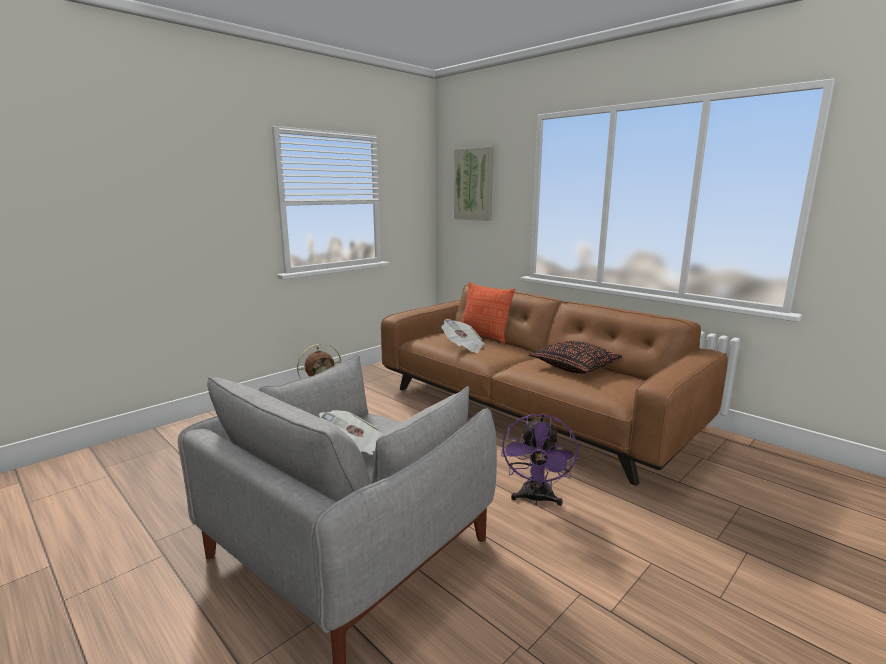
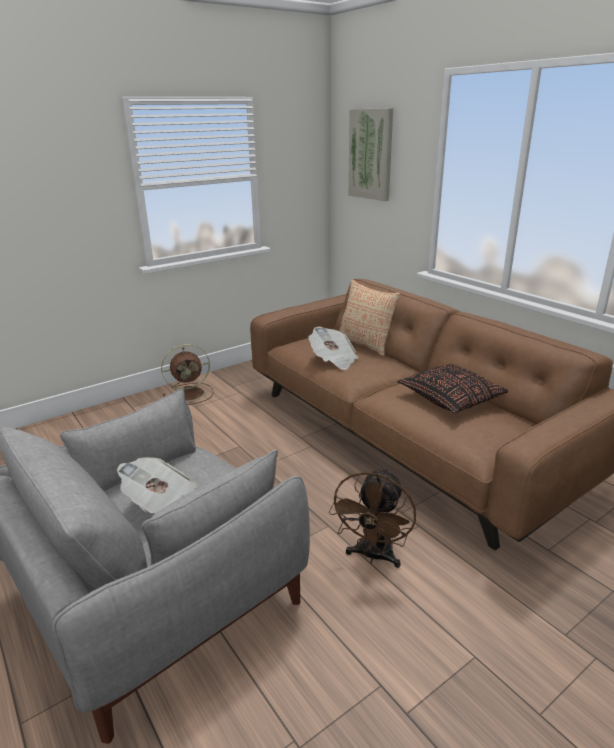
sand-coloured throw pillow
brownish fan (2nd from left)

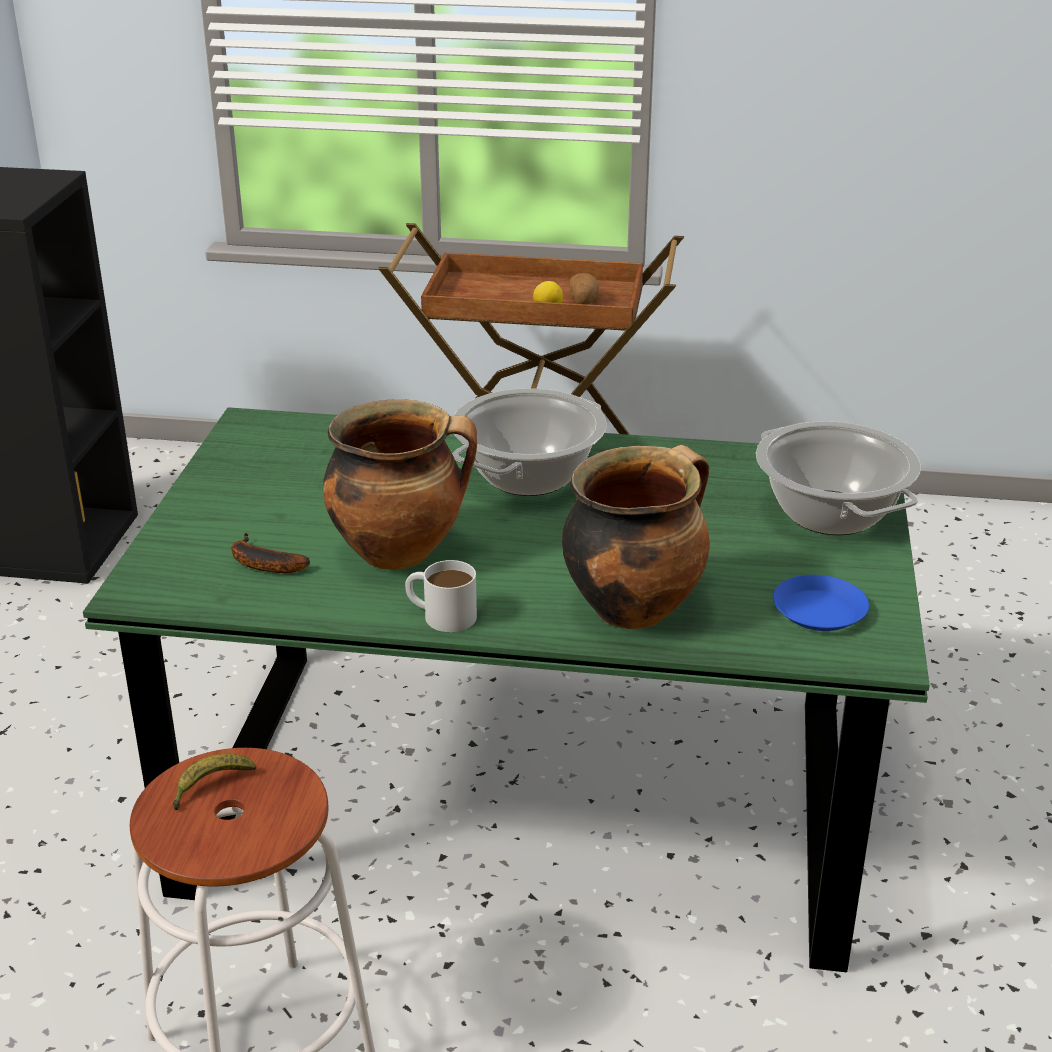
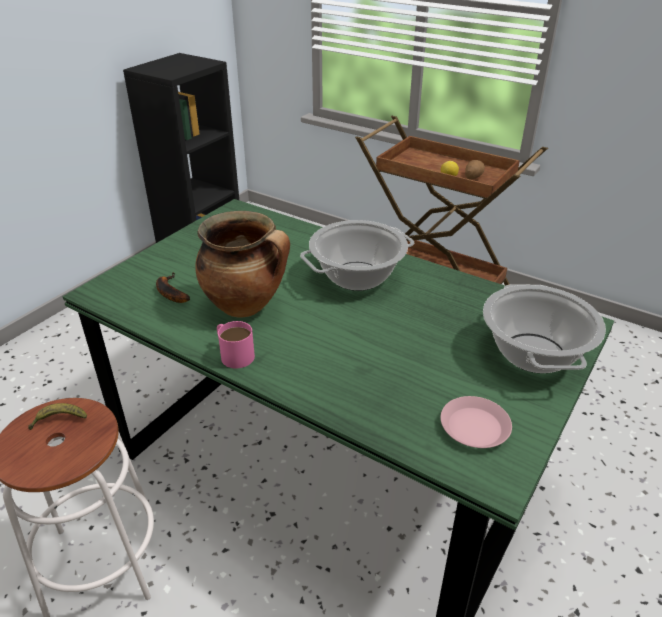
cooking pot (3rd from left in the first image)
pink-coloured coffee mug
pink-coloured flat dish

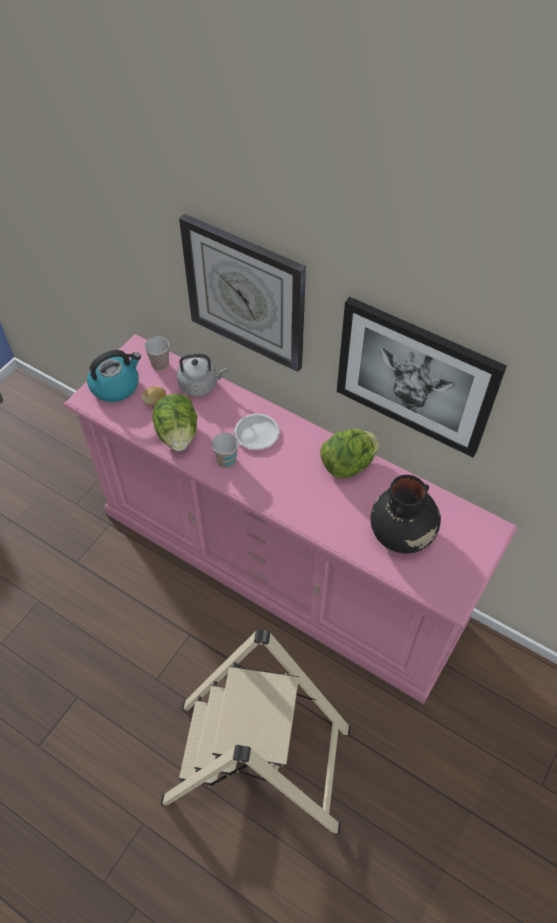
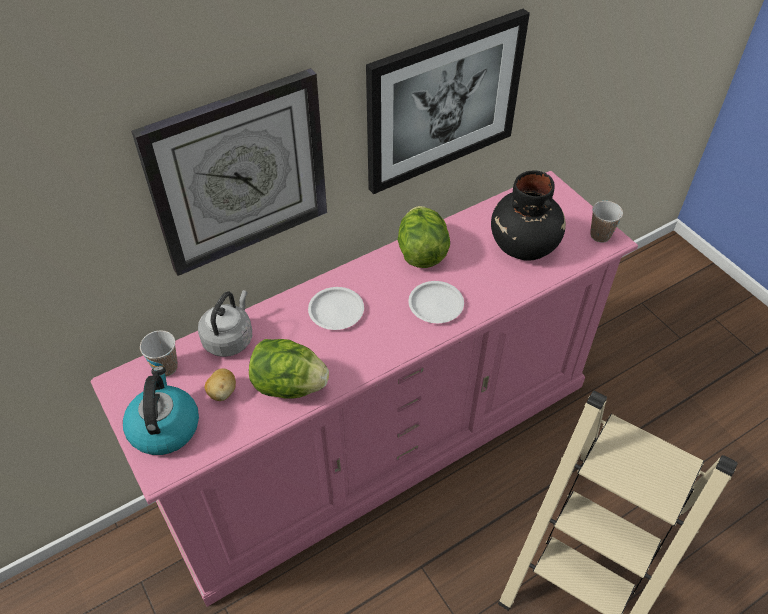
cup (2nd from left)
white-coloured flat dish (2nd from left)

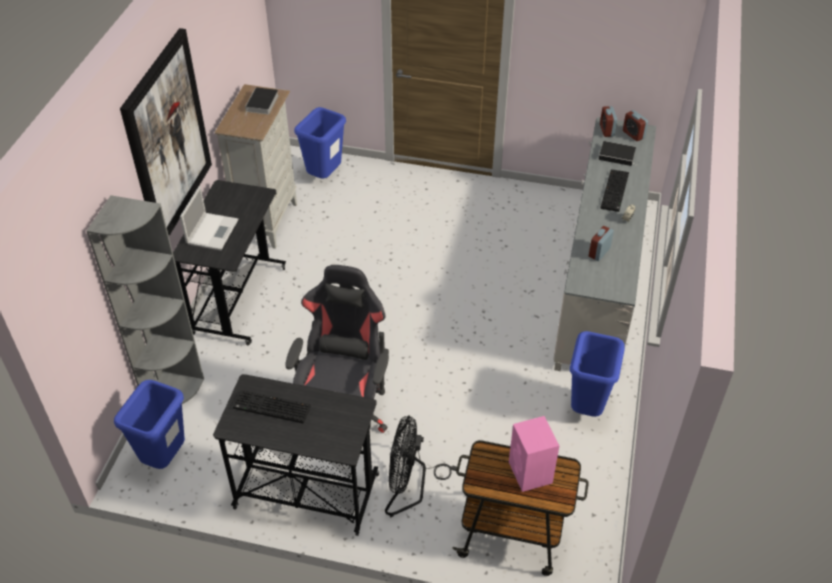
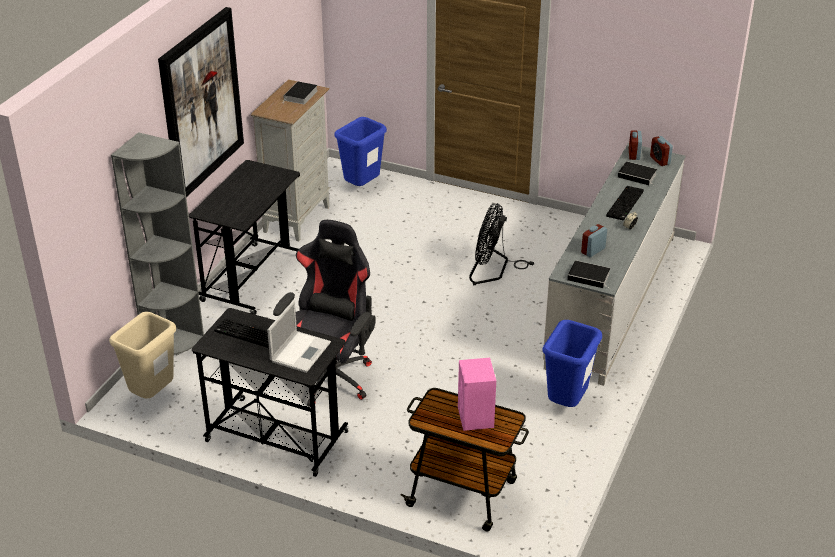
laptop
sand-coloured waste bin
blackish fan
bound book (2nd from left)

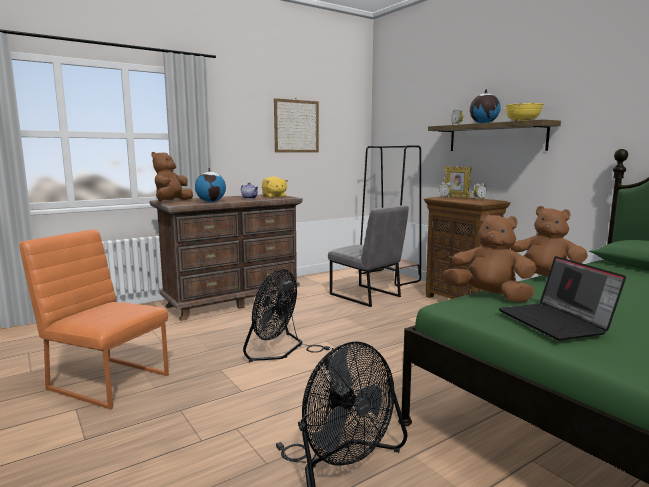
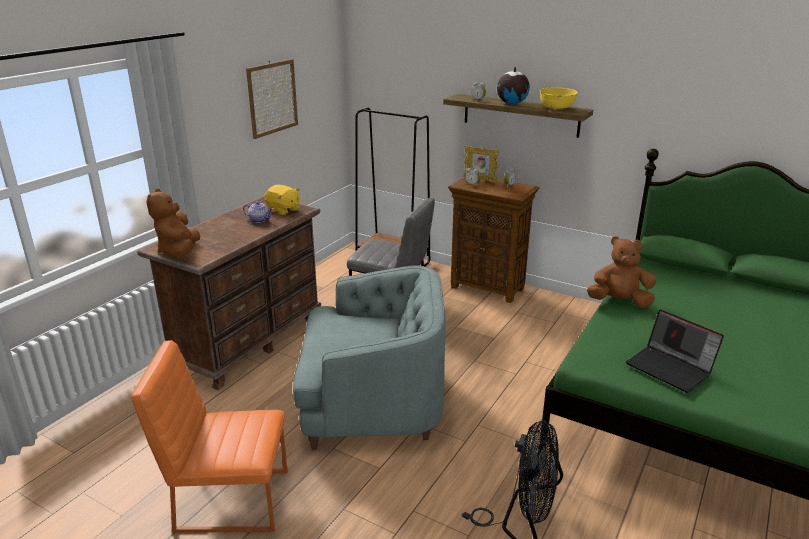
world globe (1st from left in the first image)
brownish plush toy (2nd from left in the first image)
grey easy chair

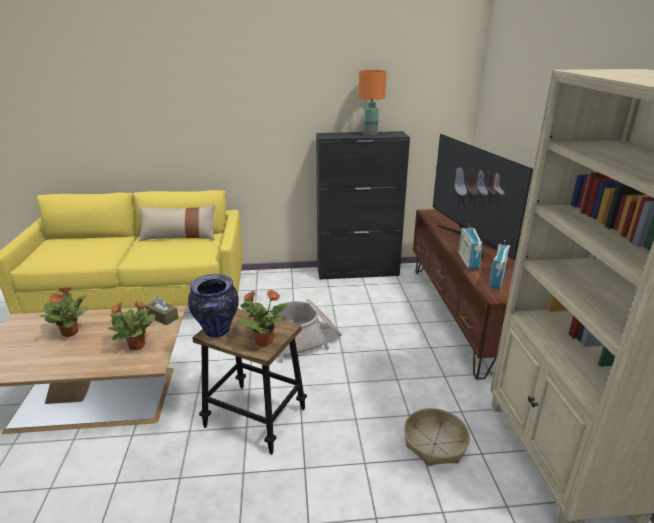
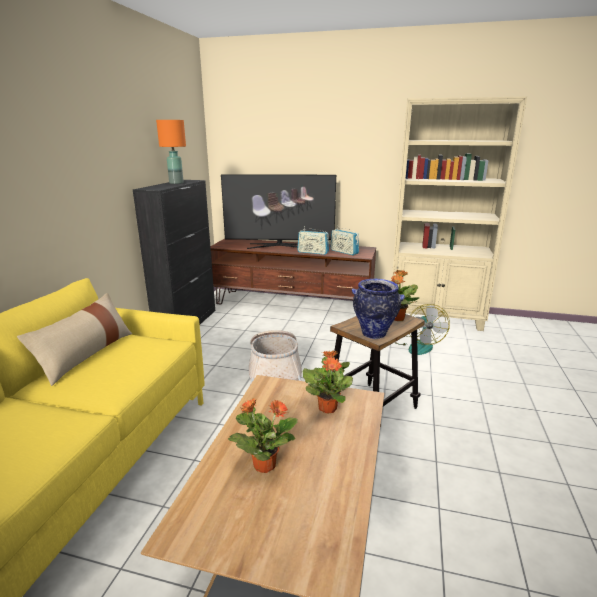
brownish box of tissues
fan

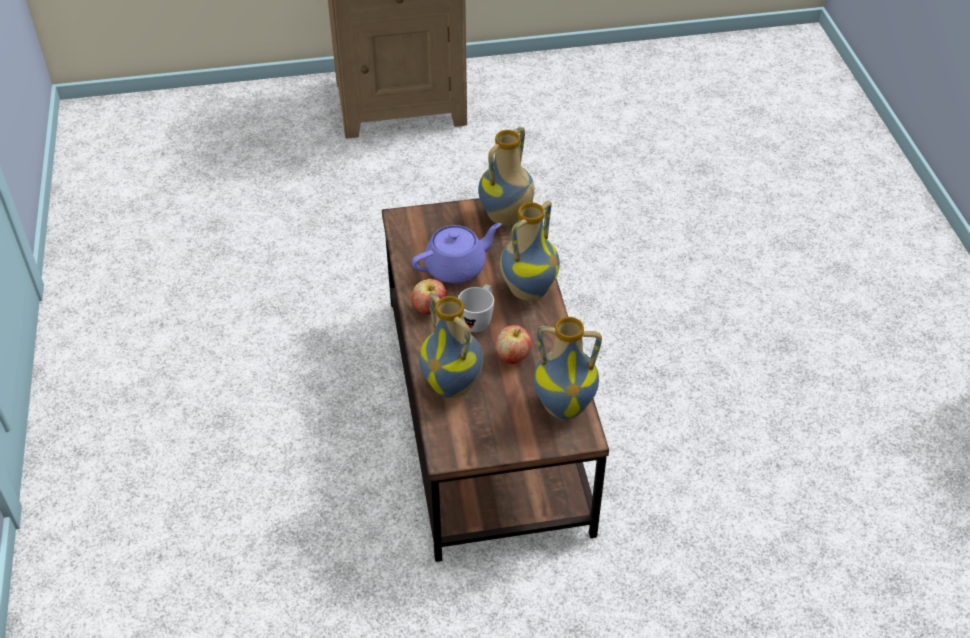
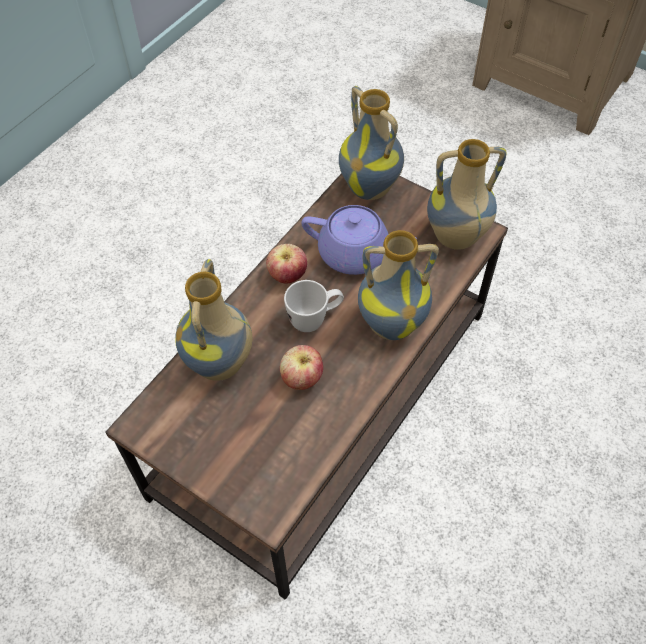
flower vase (2nd from left)

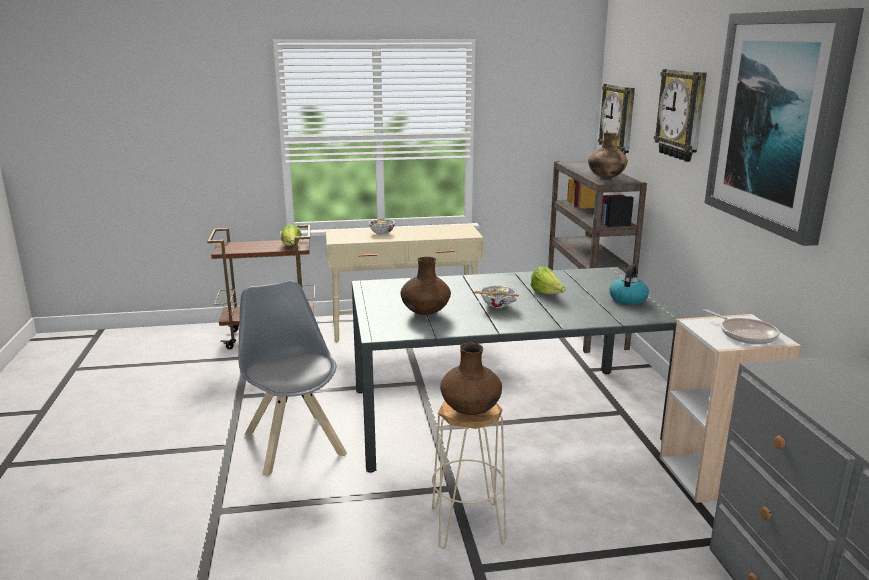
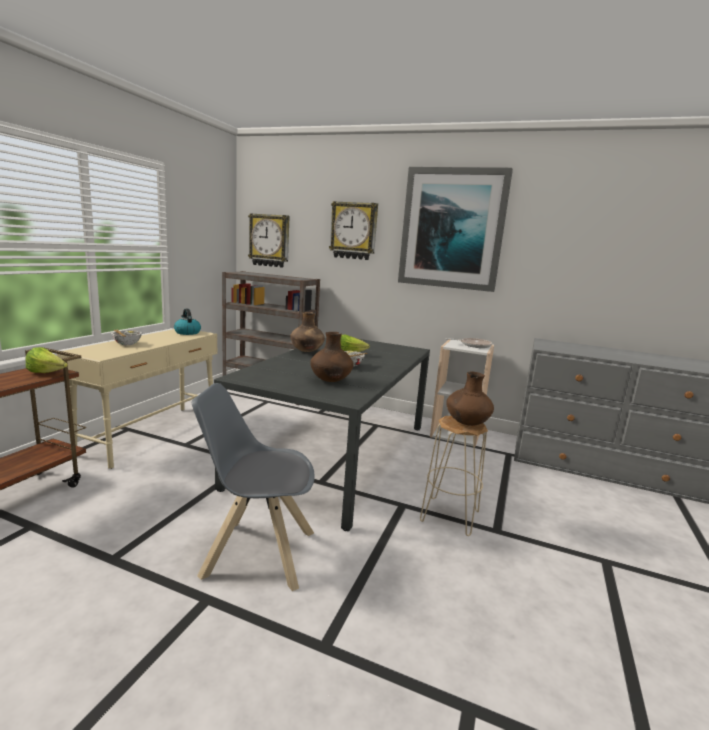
brownish flower vase (1st from left)
water kettle

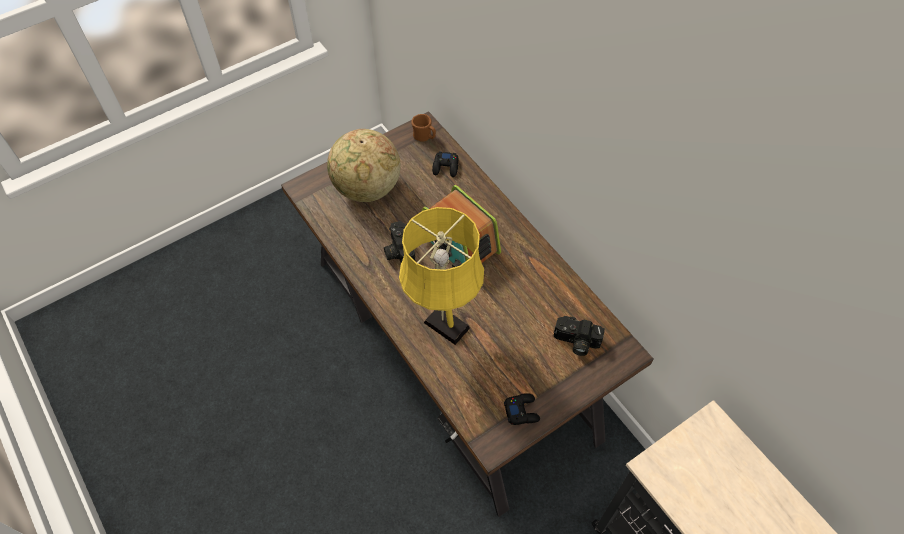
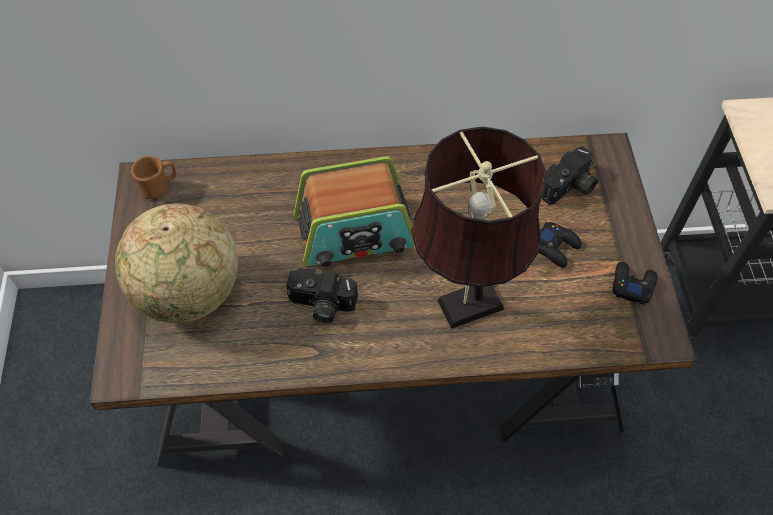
blackish gamepad (1st from left)
brownish table lamp

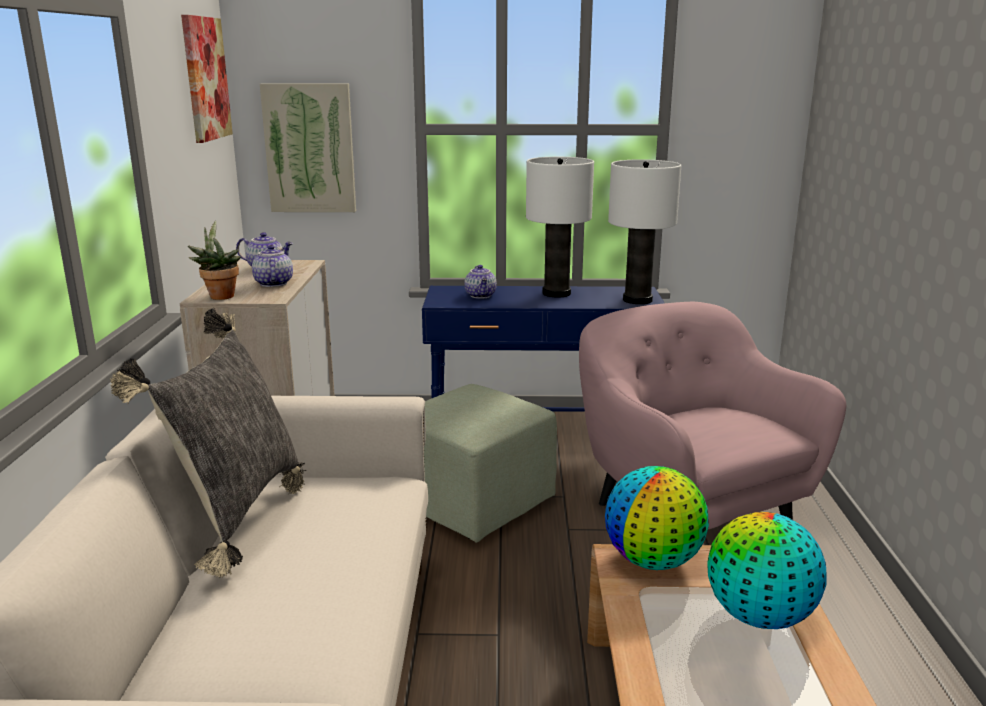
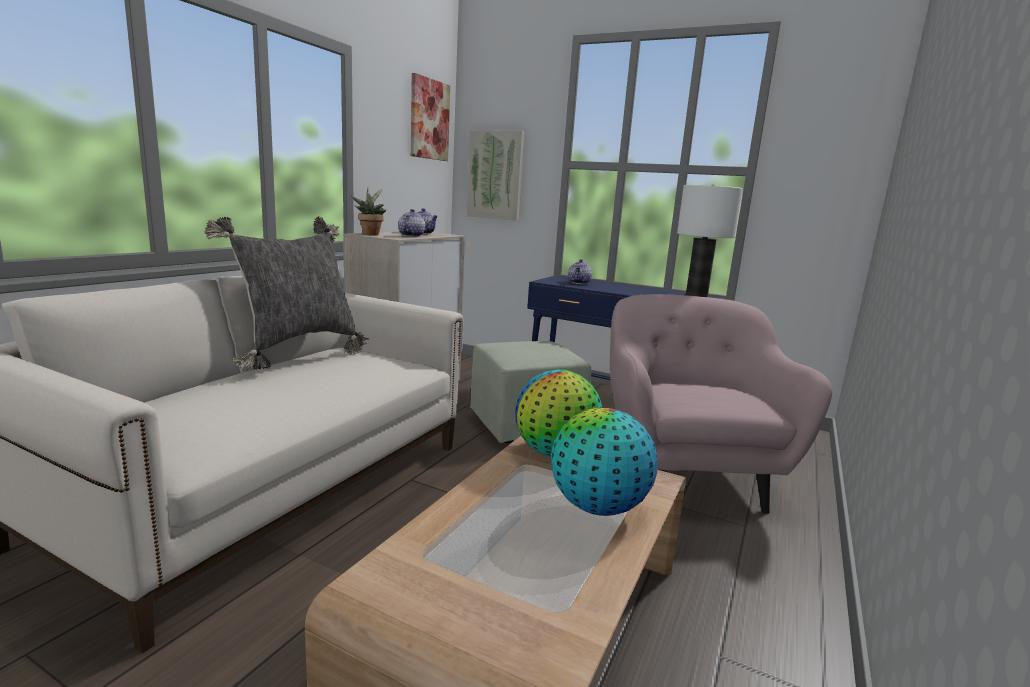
white-coloured table lamp (1st from left in the first image)

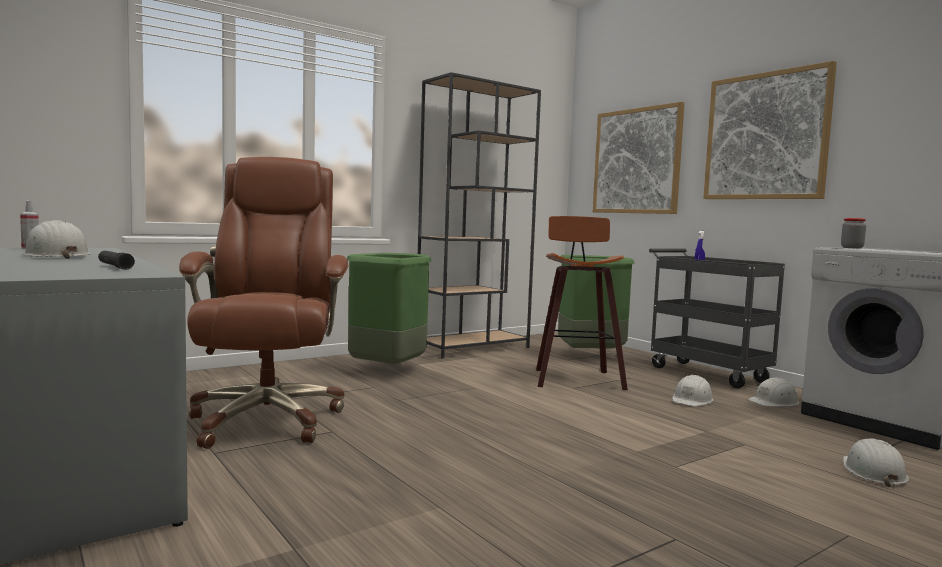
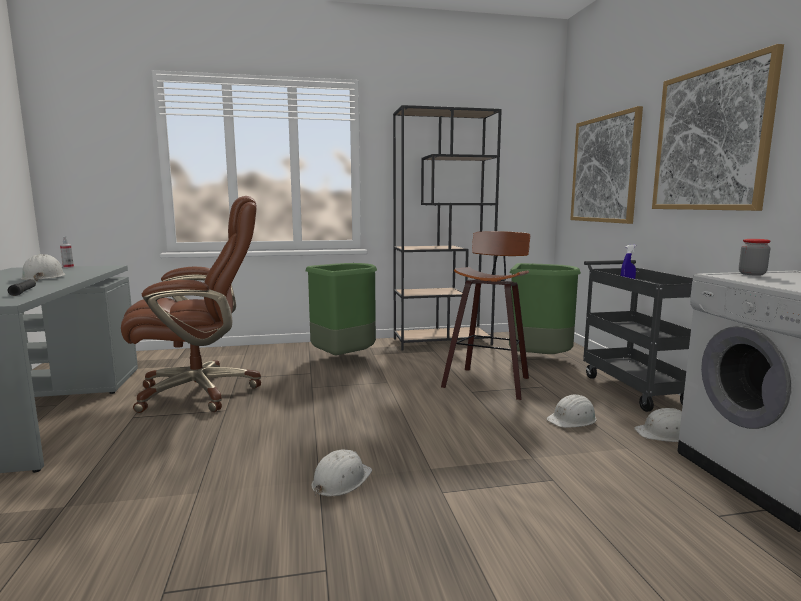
brownish office chair
white-coloured hard hat (2nd from left)

